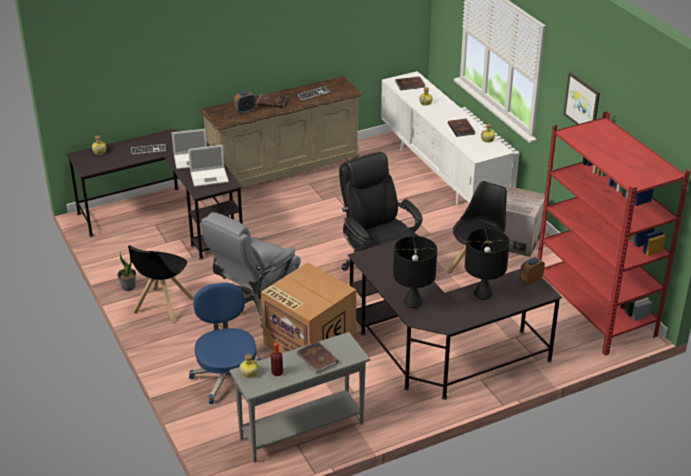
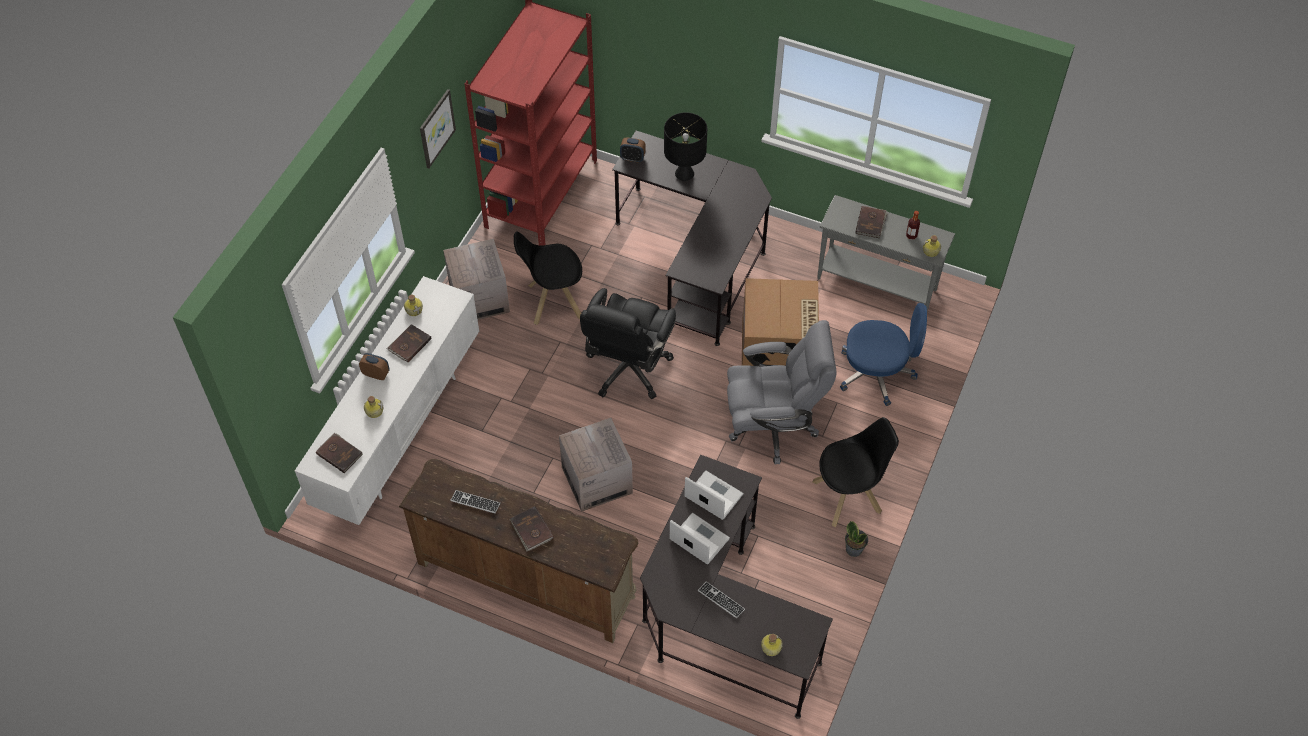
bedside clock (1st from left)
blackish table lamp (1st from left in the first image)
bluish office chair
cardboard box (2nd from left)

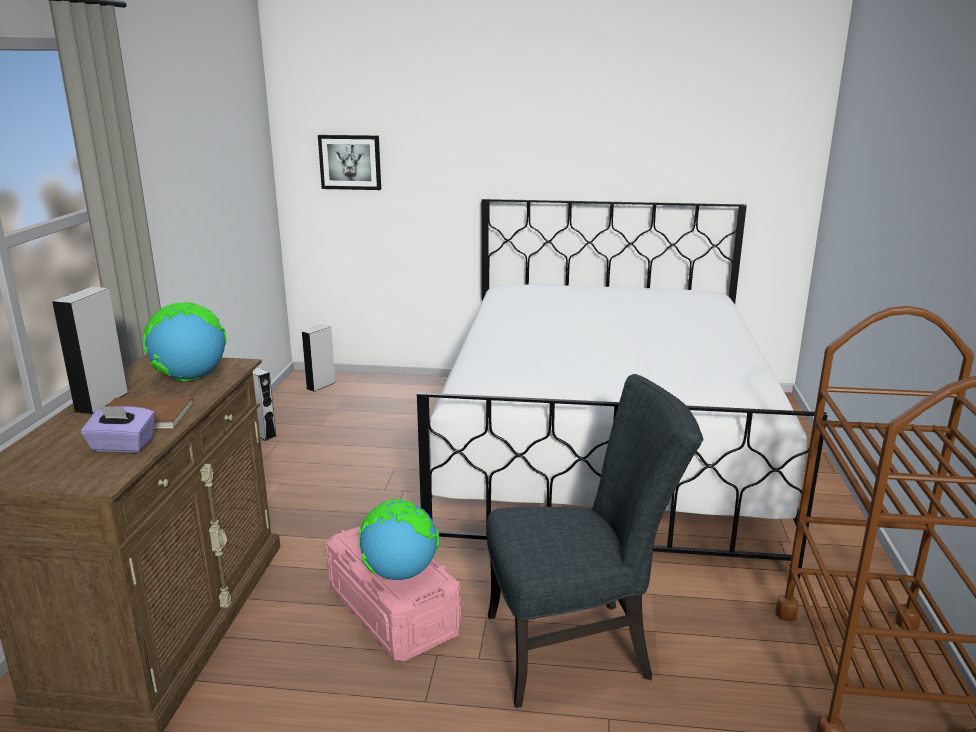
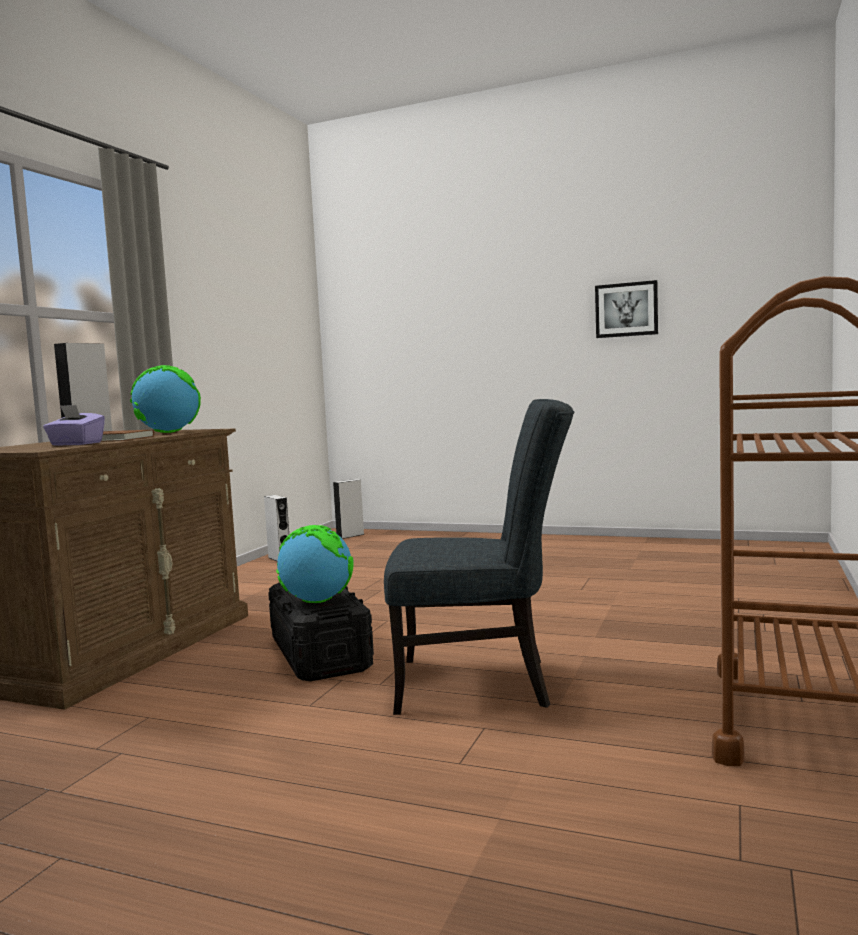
wall art
white-coloured bed
blackish storage container

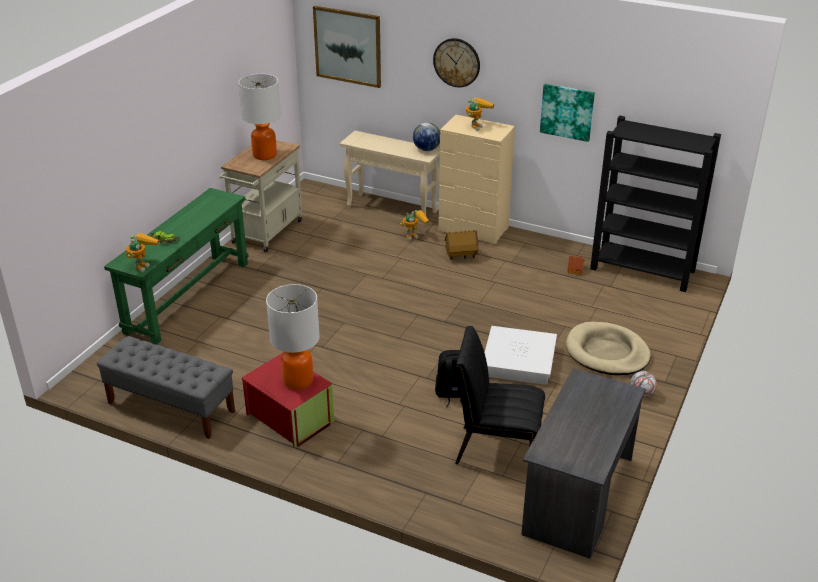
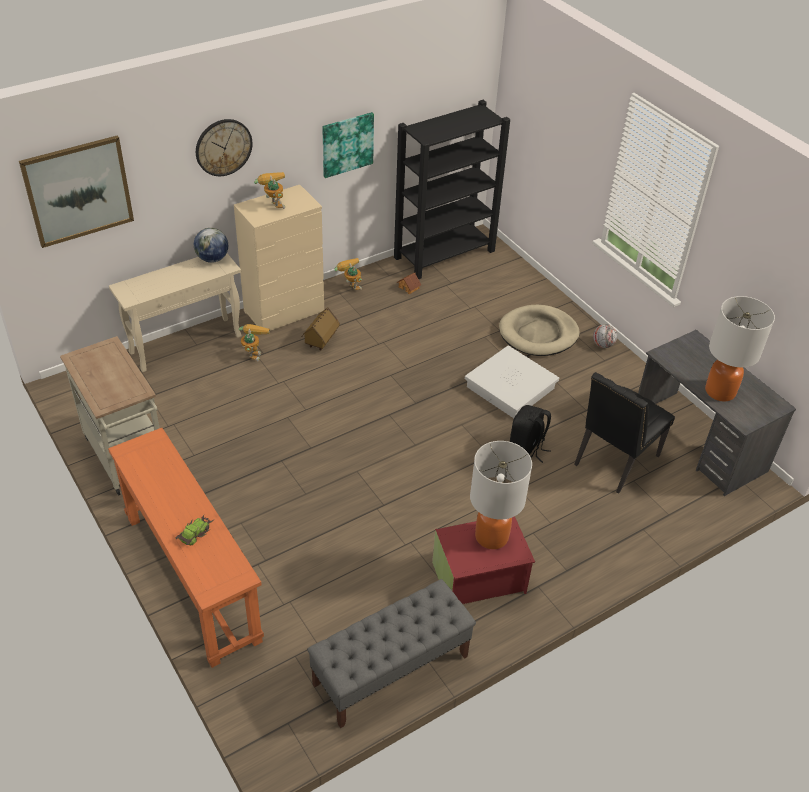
table lamp (2nd from left)
orange console table
toy robot (3rd from left)

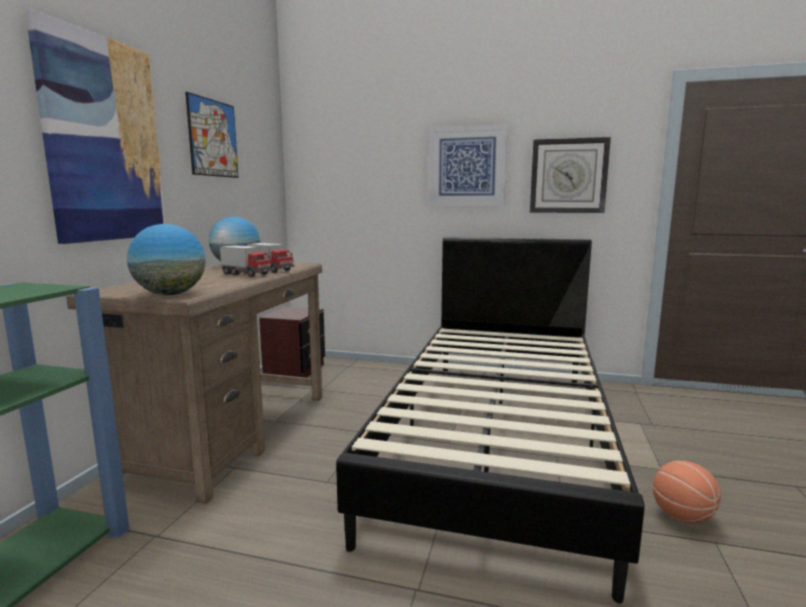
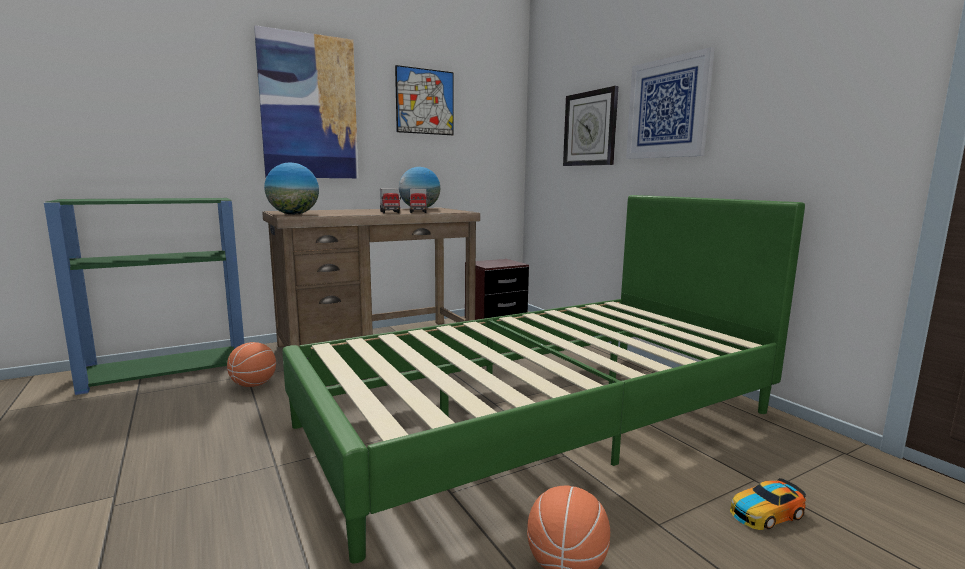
hanging clock
greenish bed
basketball ball (1st from left)
model car

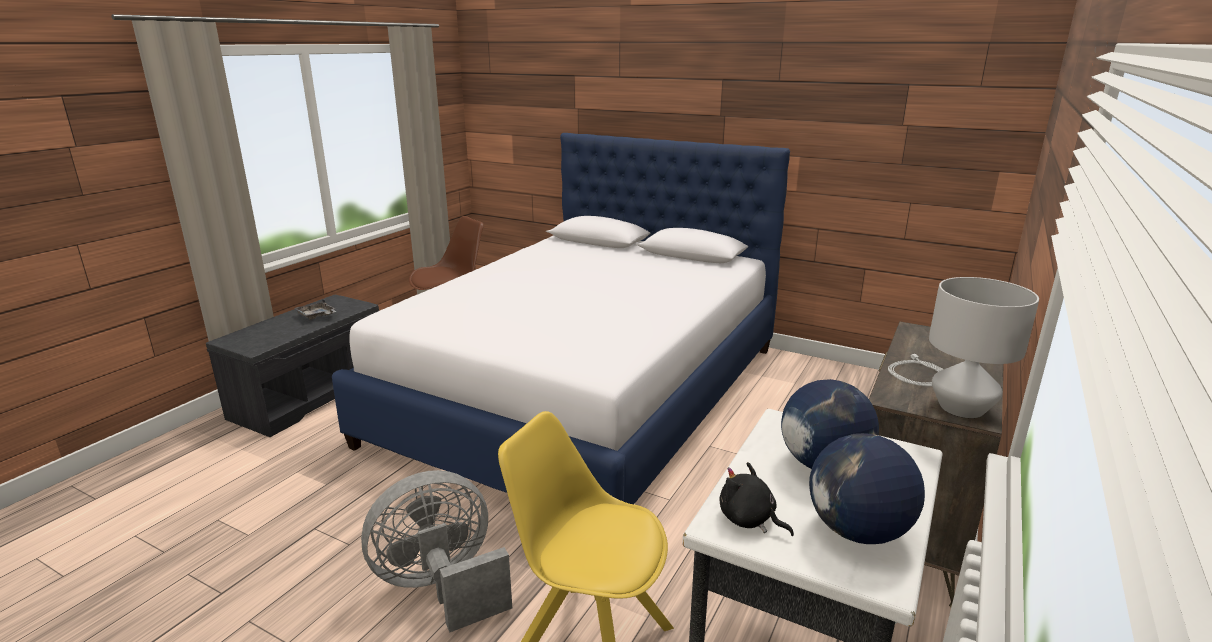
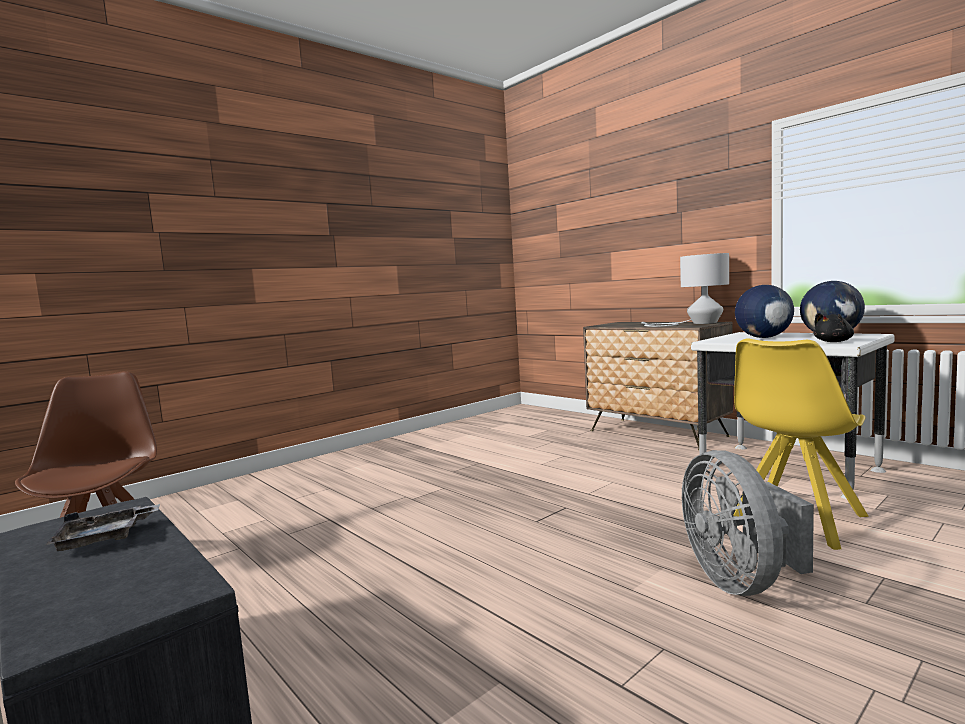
white-coloured bed

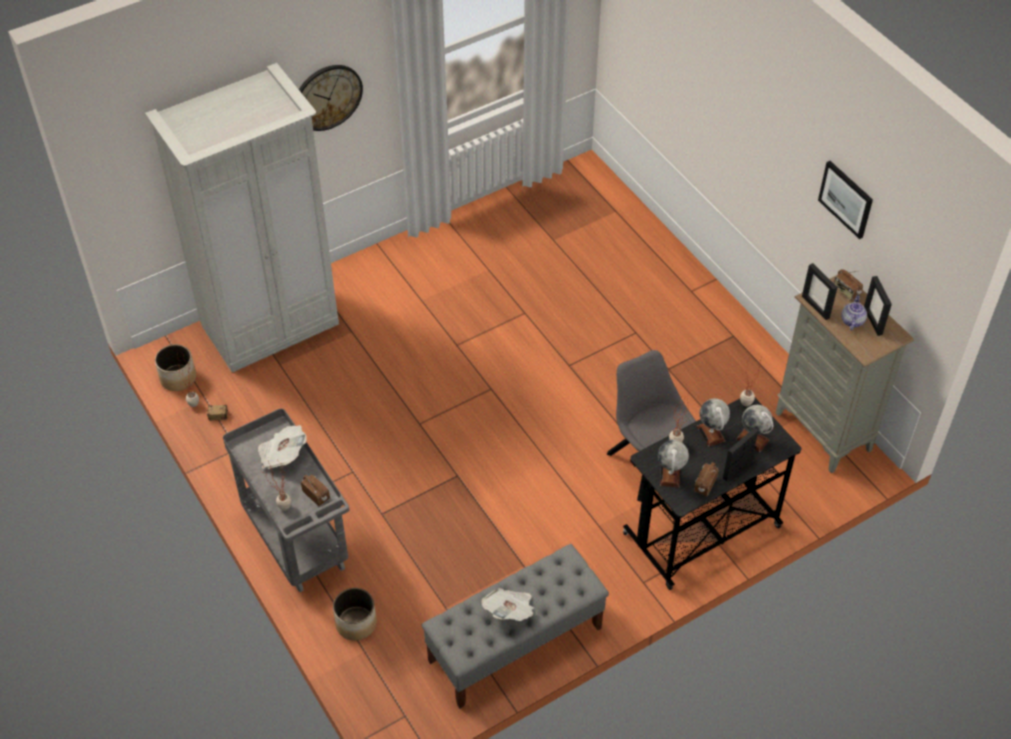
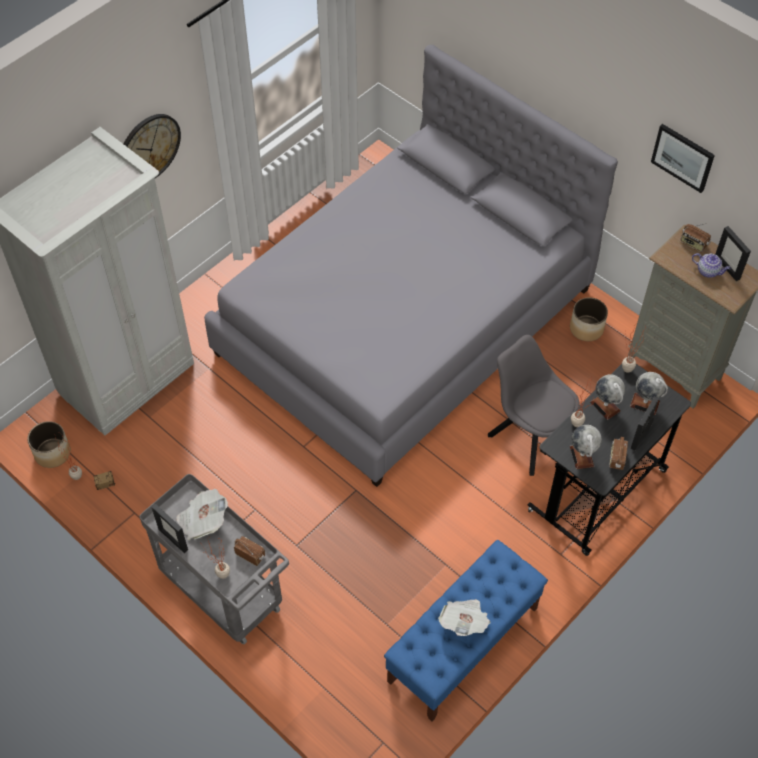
photo frame (1st from left)
tea pot
bluish long seat
flower pot (2nd from left)
grey bed

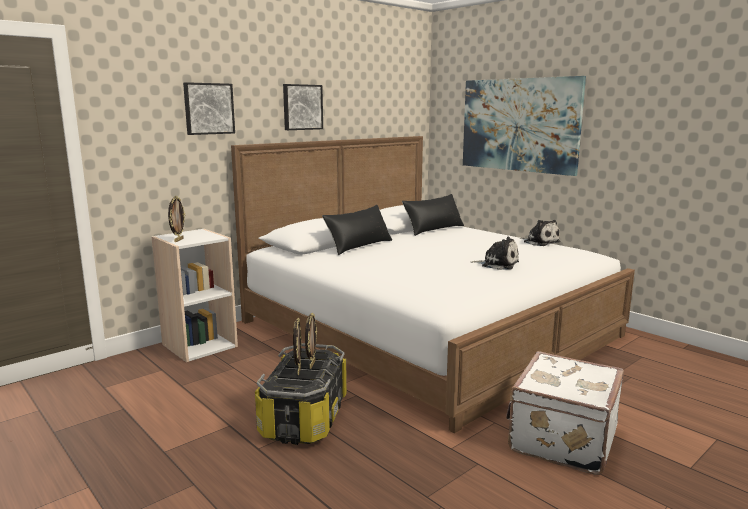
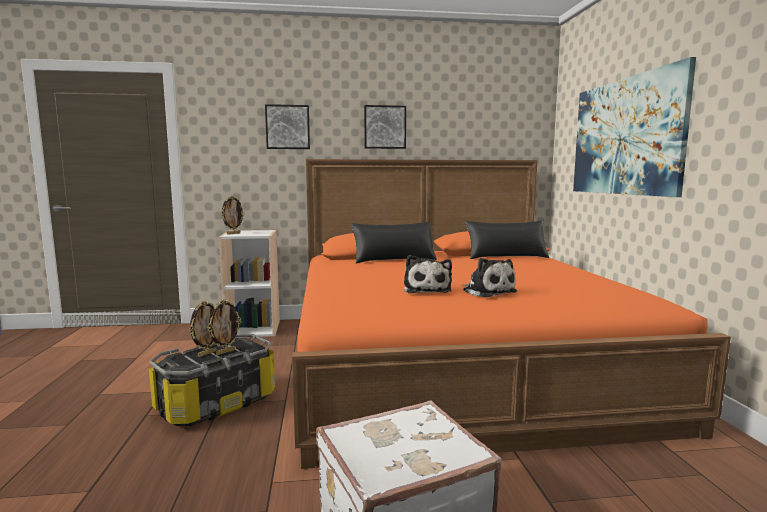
orange bed
plush toy (1st from left)

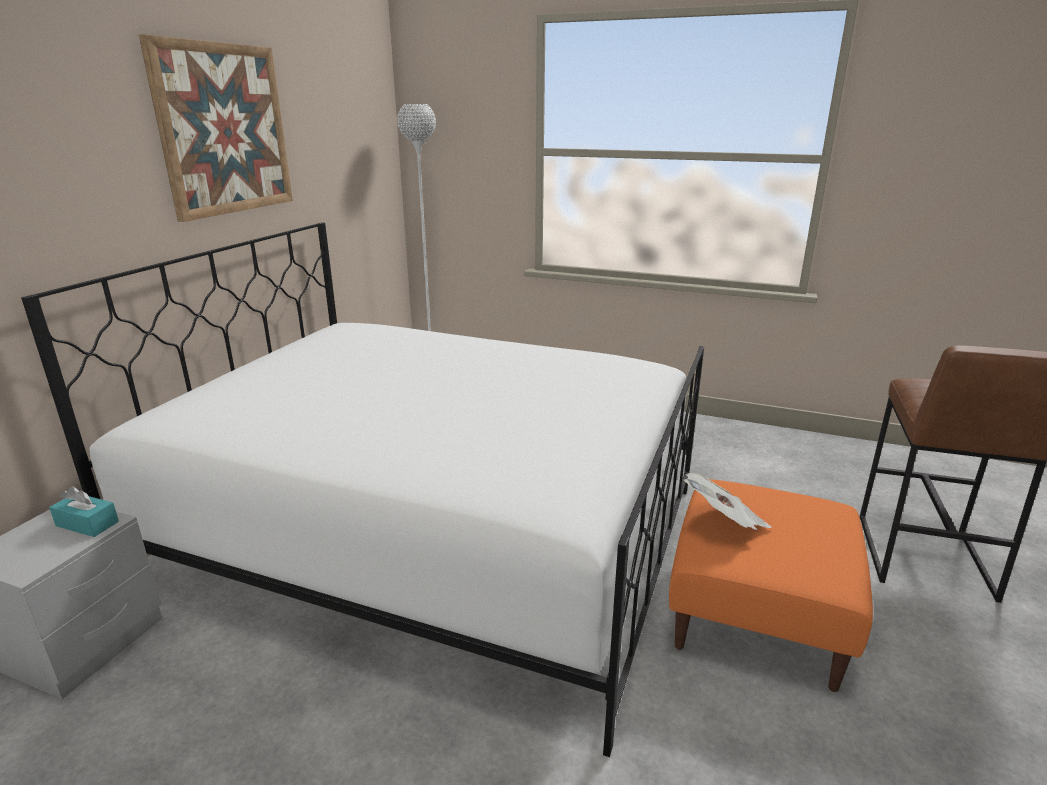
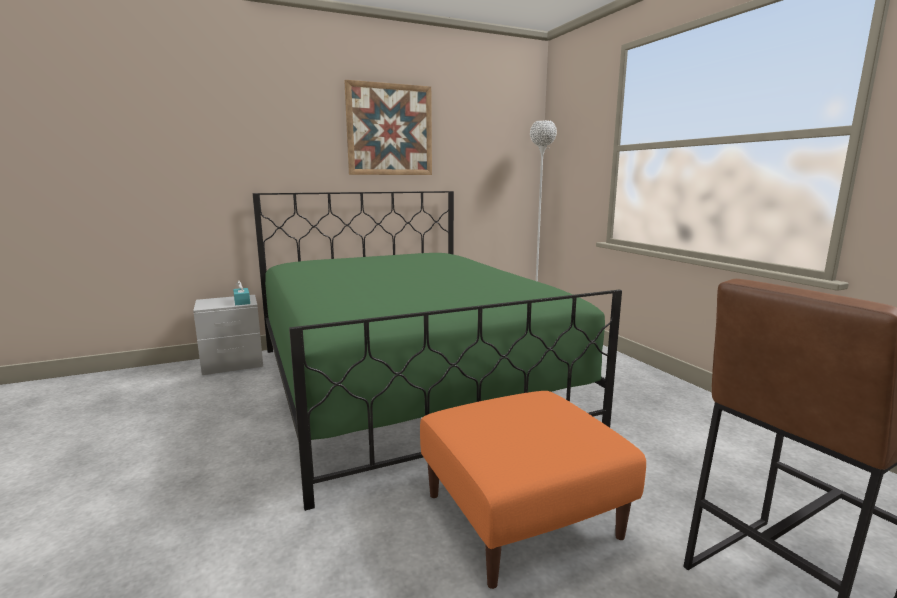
greenish bed
newspaper

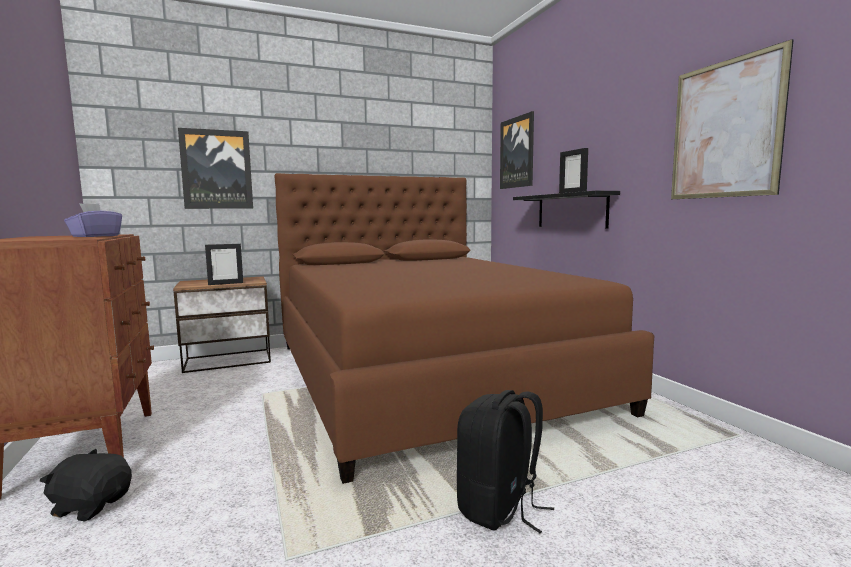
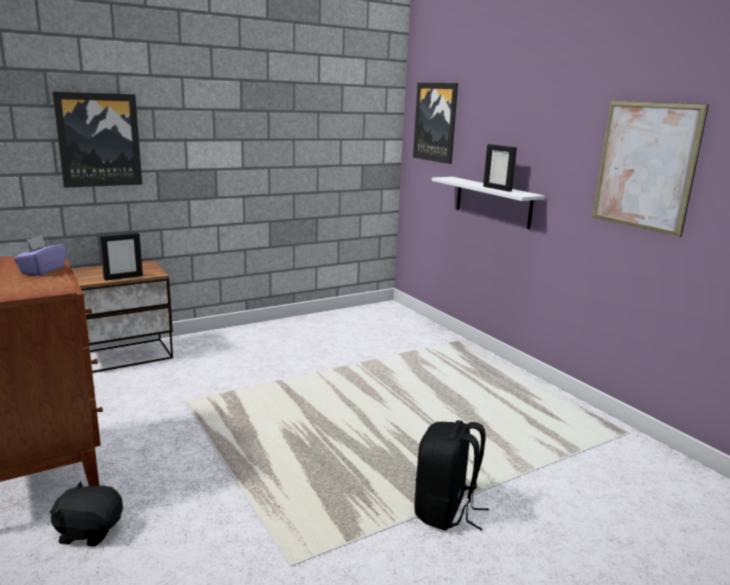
brownish bed
white-coloured wall shelf

